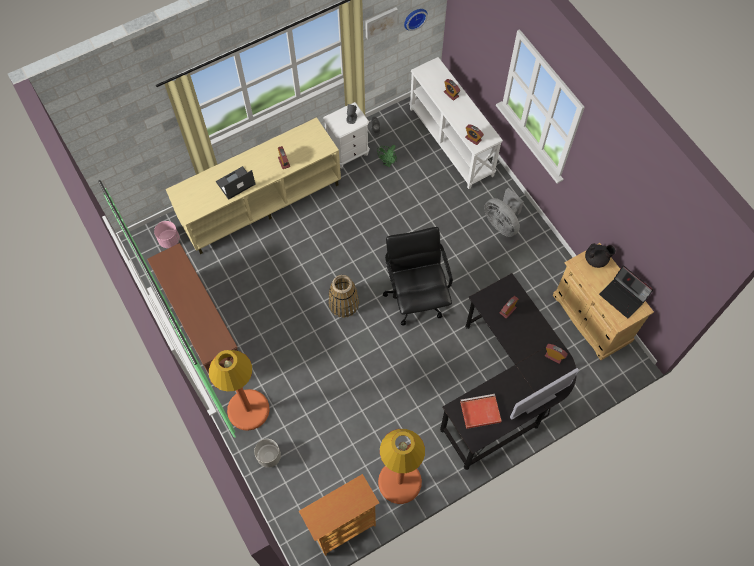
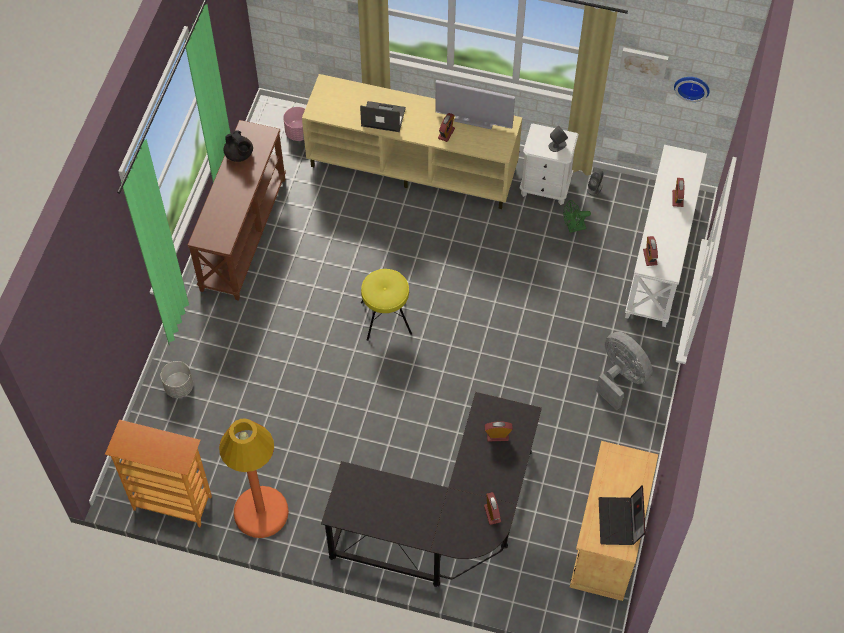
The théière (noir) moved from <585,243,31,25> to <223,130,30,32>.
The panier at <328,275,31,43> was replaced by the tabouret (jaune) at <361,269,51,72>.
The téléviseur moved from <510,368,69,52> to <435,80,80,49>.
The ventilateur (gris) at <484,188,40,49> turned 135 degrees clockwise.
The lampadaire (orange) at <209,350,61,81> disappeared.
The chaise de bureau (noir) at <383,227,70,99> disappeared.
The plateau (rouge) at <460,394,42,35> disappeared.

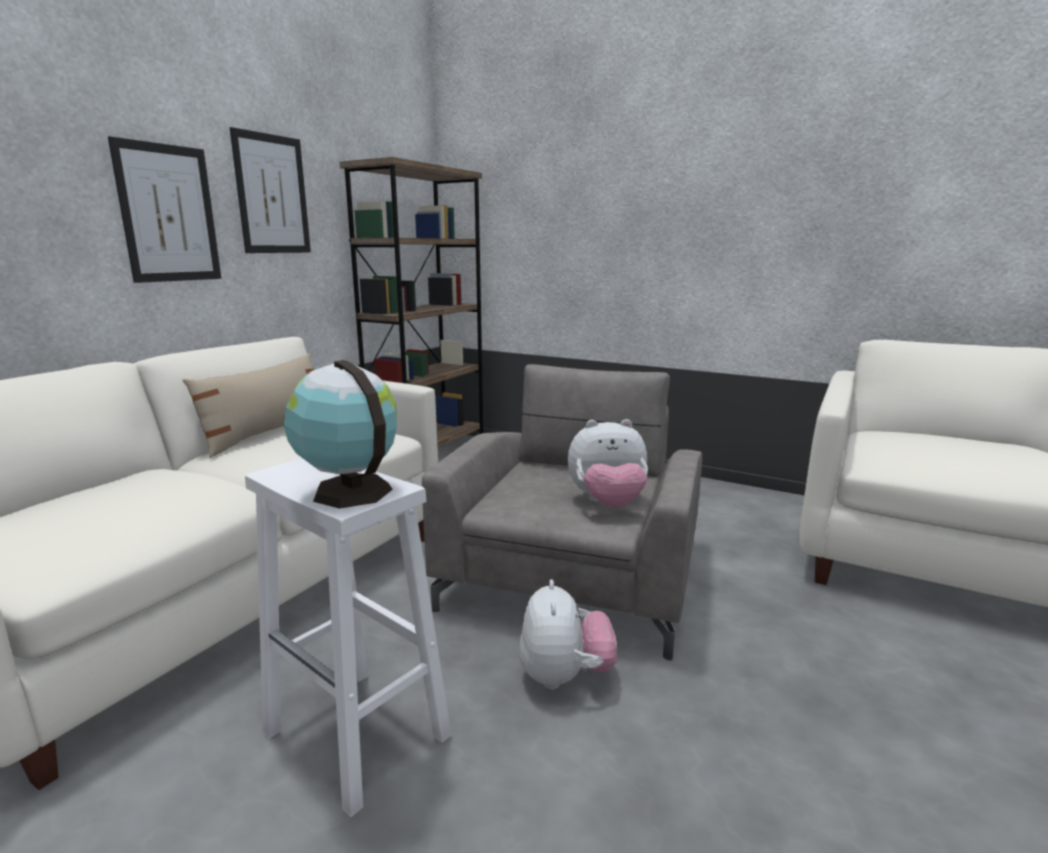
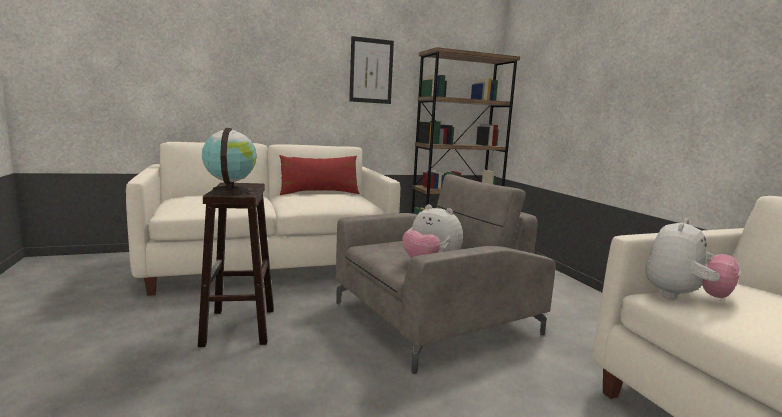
The tabouret (blanc) at <245,458,206,359> became the tabouret (marron) at <198,183,76,164>.
The coussin (beige) at <183,353,131,105> became the coussin (rouge) at <279,155,81,40>.
The peluche moved from <519,579,98,111> to <645,218,95,81>.
The tableau at <108,136,113,147> disappeared.

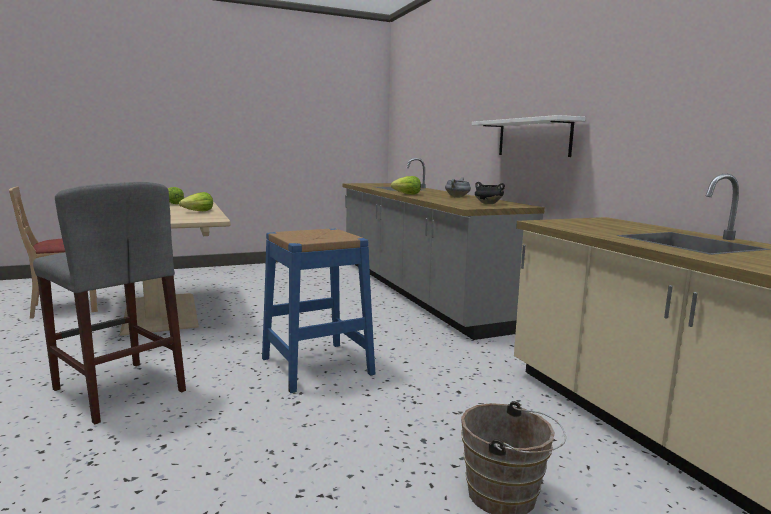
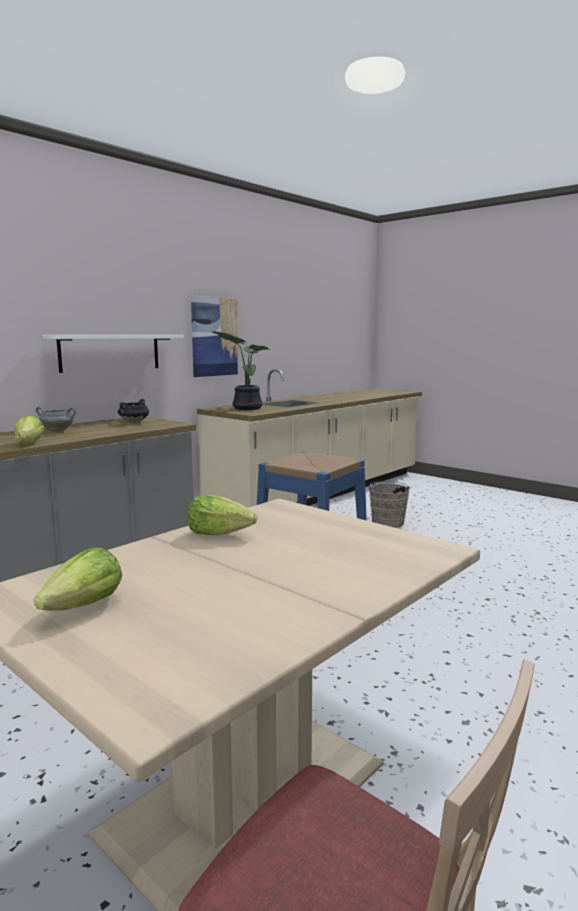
The tableau at <191,296,48,81> appeared.
The plante en pot at <212,331,57,79> appeared.
The tabouret (gris) at <33,182,153,243> disappeared.

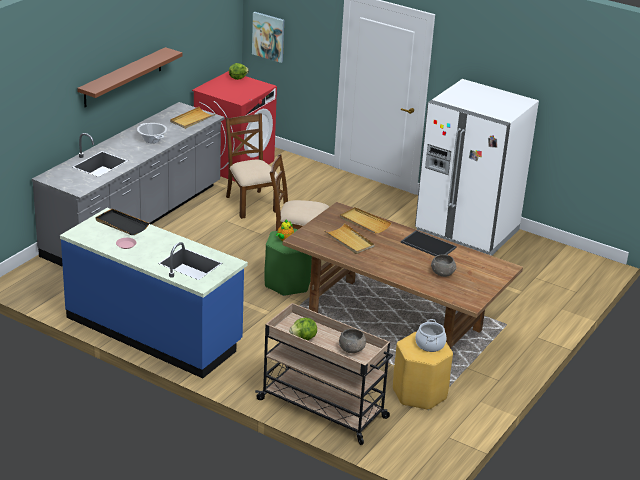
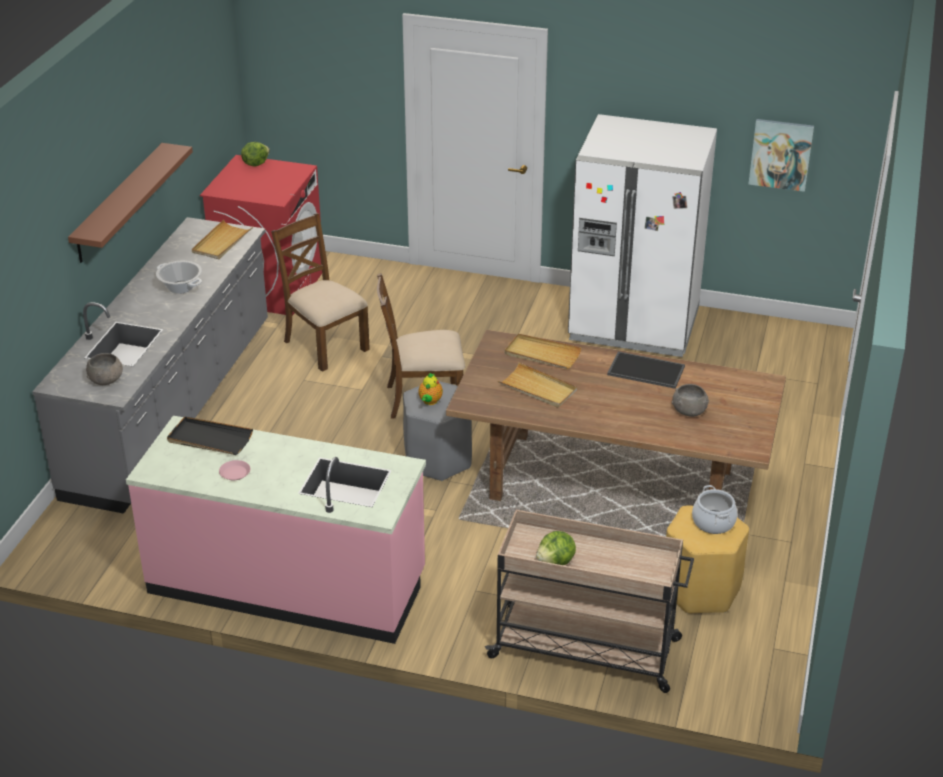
The bol (gris) moved from <339,329,27,24> to <86,353,37,32>.
The comptoir de cuisine (bleu) at <60,208,188,170> became the comptoir de cuisine (rose) at <126,416,300,228>.
The tabouret (vert) at <265,228,47,68> became the tabouret (gris) at <403,381,69,100>.
The tableau moved from <252,12,32,51> to <748,119,66,73>.

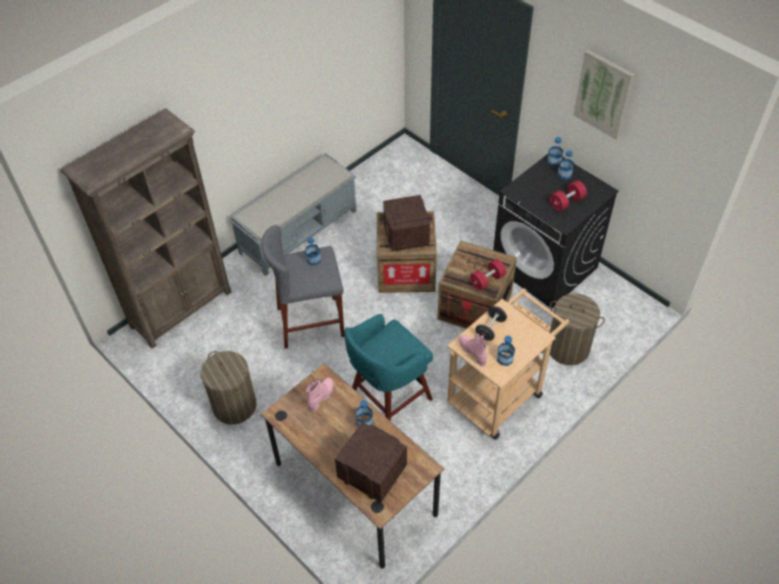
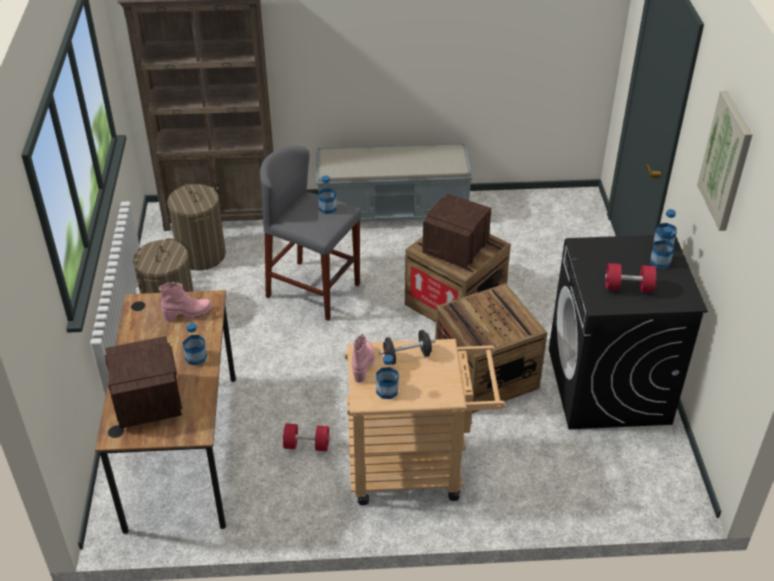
The panier à linge moved from <550,293,55,72> to <167,184,59,87>.
The haltère (rouge) moved from <470,259,36,31> to <283,424,47,27>.
The tabouret (turquoise) at <344,314,89,107> disappeared.

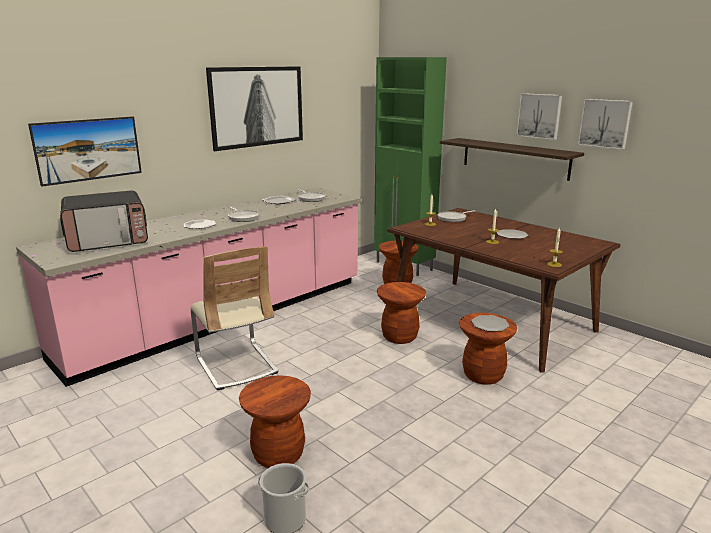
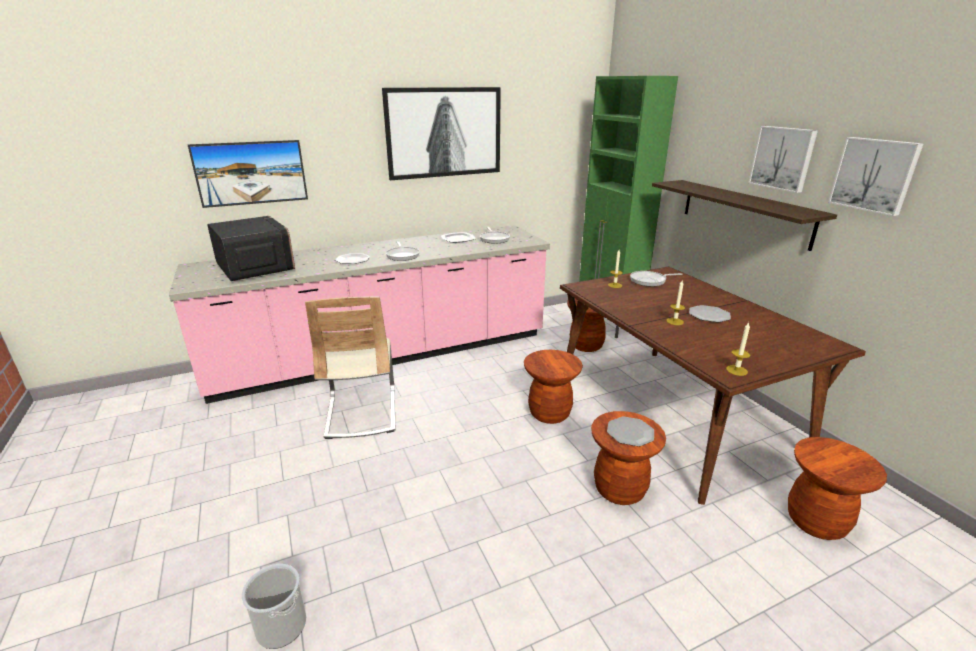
The micro-ondes at <60,190,88,62> turned 120 degrees counterclockwise.
The tabouret (marron) moved from <239,375,72,93> to <788,437,99,103>.

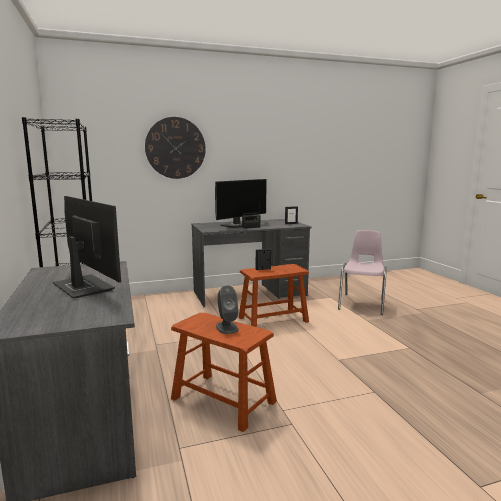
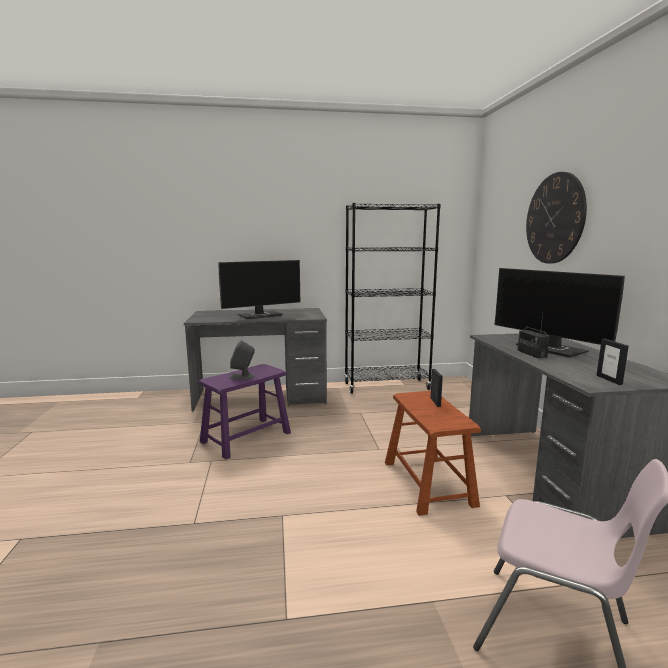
The tabouret (marron) at <171,313,106,119> became the tabouret (violet) at <198,364,93,95>.

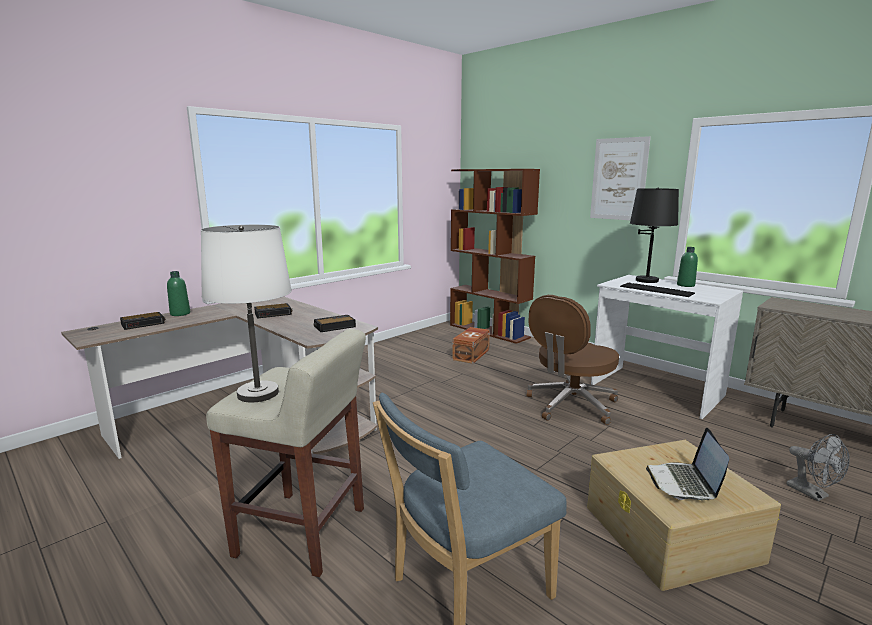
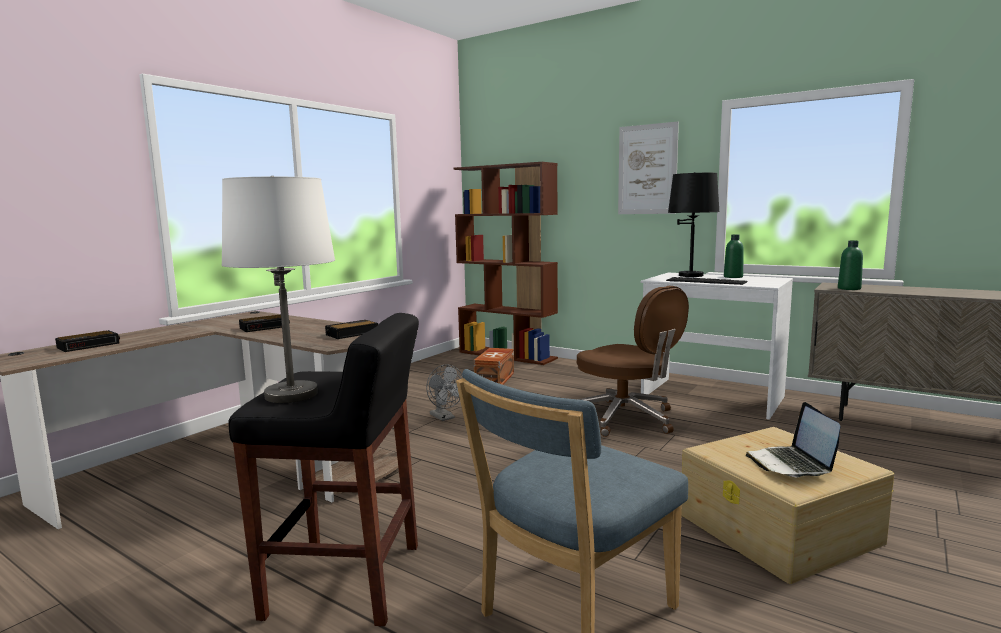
The tabouret (beige) at <206,329,160,248> became the tabouret (noir) at <228,313,191,314>.
The ventilateur (gris) moved from <786,434,64,67> to <426,364,37,57>.
The chaise de bureau (marron) at <526,295,93,130> turned 75 degrees counterclockwise.
The bouteille (vert) moved from <167,271,23,45> to <838,241,25,49>.

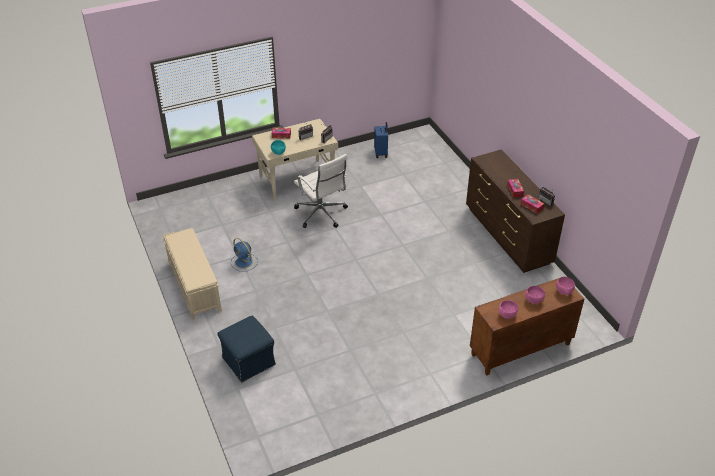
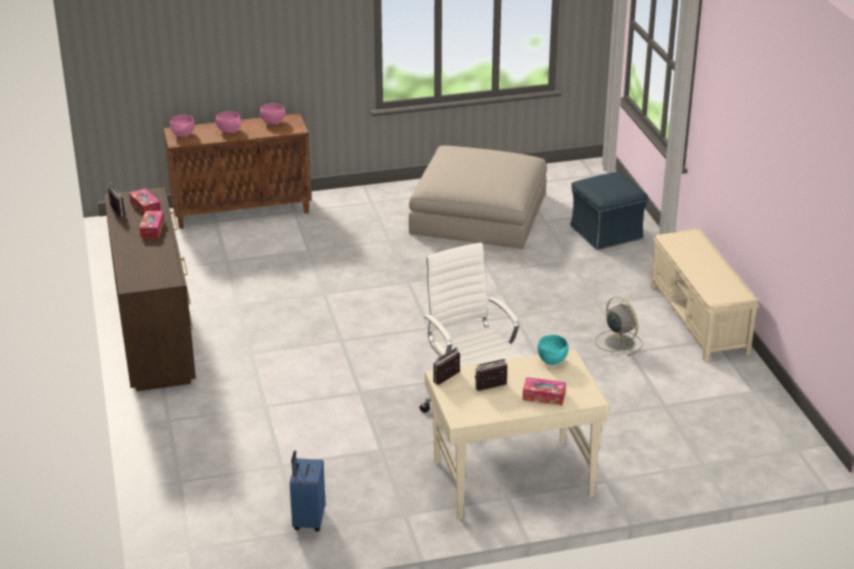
The pouf (beige) at <409,145,138,104> appeared.
The ventilateur (bleu) at <232,238,26,34> became the ventilateur (gris) at <595,297,47,59>.

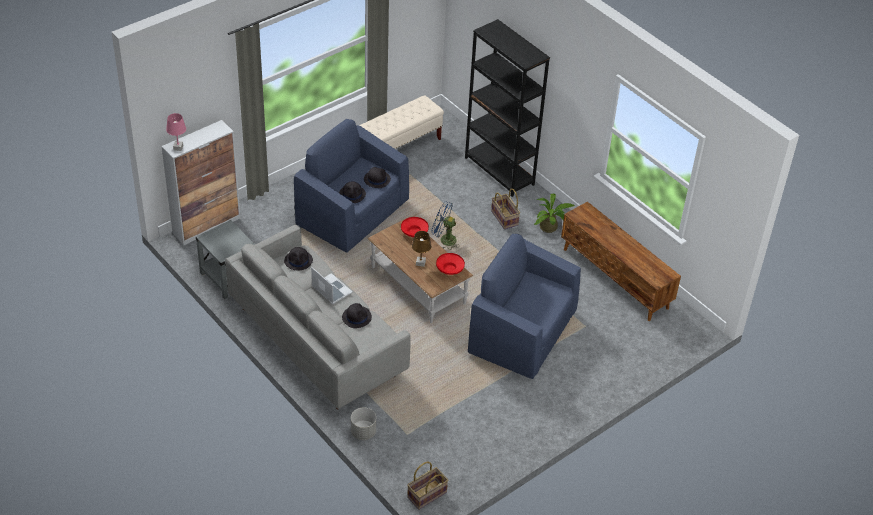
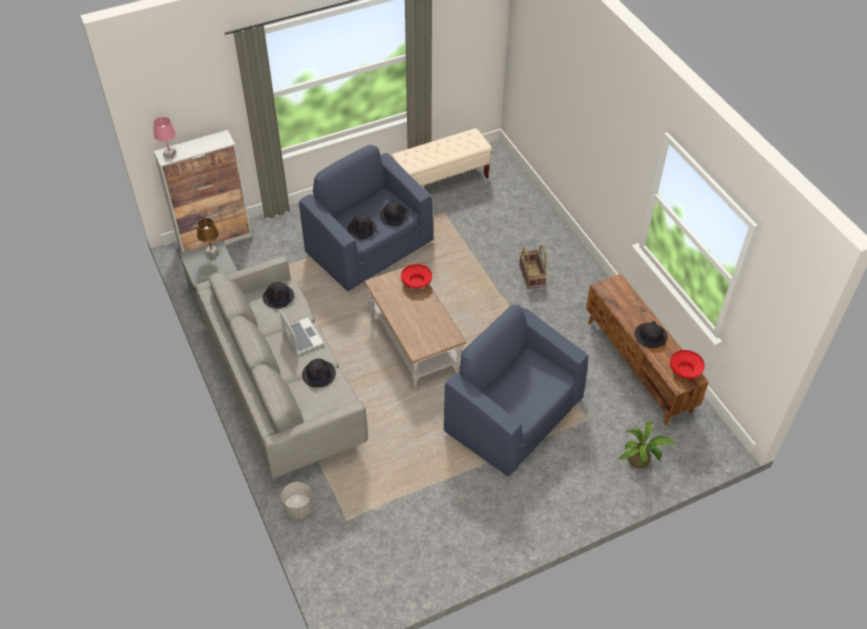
The lampe de table (marron) moved from <412,231,20,36> to <197,218,22,39>.
The plante en pot moved from <534,193,41,40> to <618,421,58,48>.
The chapeau (noir) at <635,321,32,27> appeared.
The bol (rouge) moved from <436,253,29,22> to <670,350,35,29>.
The panier at <407,462,41,48> disappeared.
The ventilateur (bleu) at <432,201,28,49> disappeared.
The bibliothèque (noir) at <465,19,85,178> disappeared.

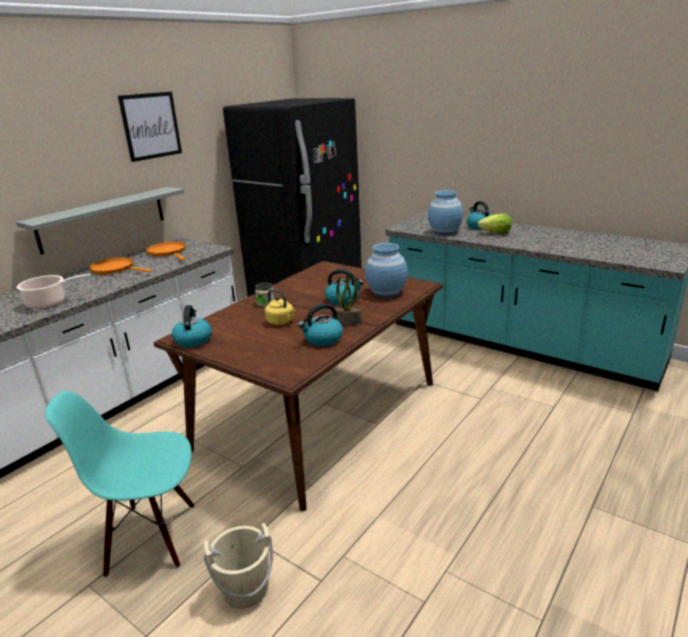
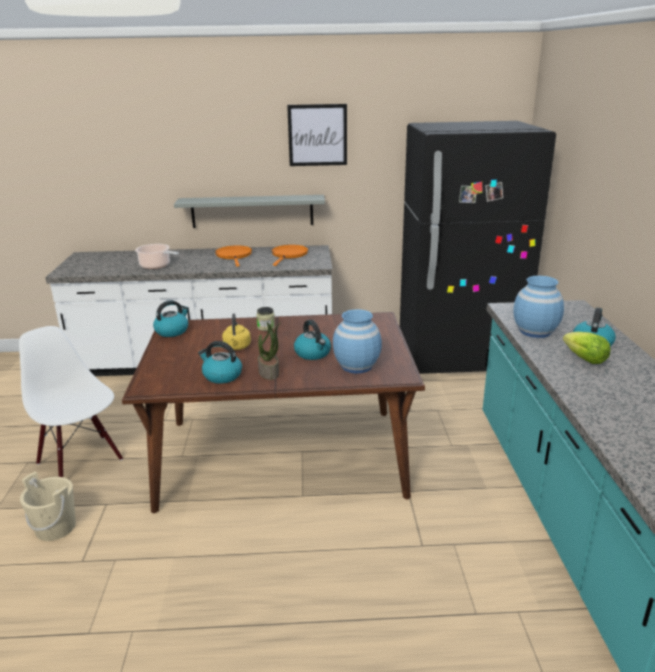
The chaise (turquoise) at <45,391,149,186> became the chaise (blanc) at <19,326,104,151>.

